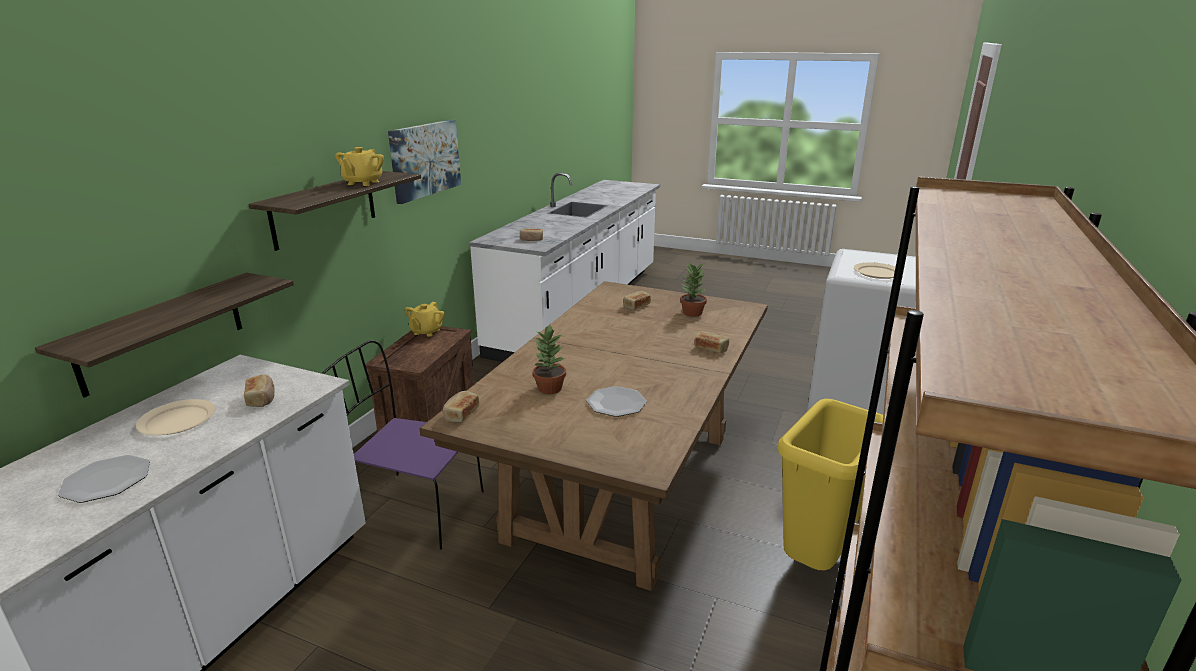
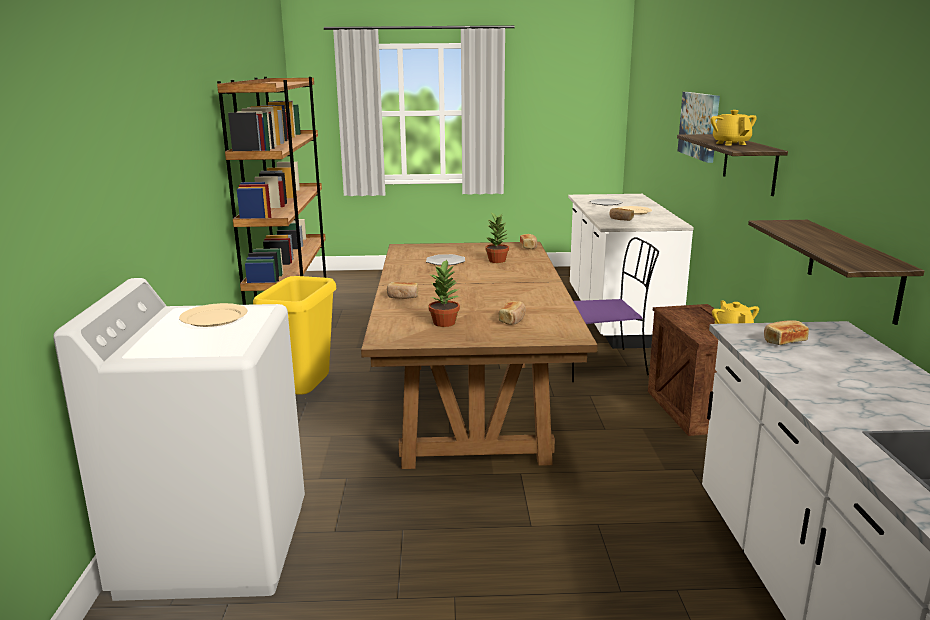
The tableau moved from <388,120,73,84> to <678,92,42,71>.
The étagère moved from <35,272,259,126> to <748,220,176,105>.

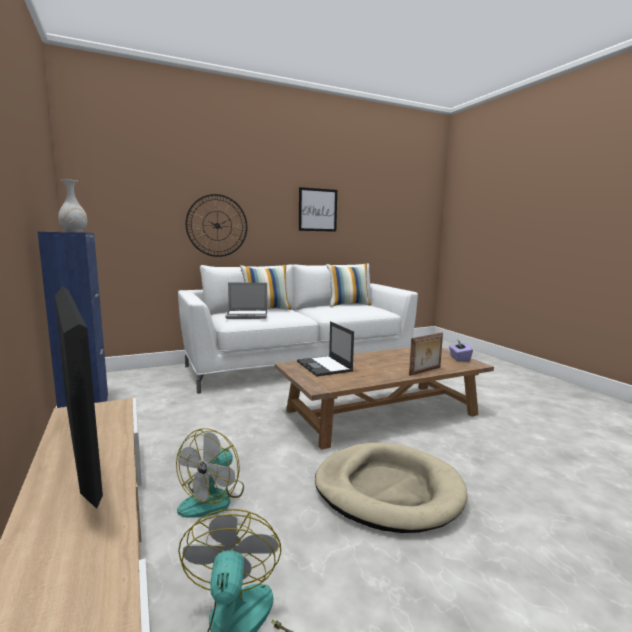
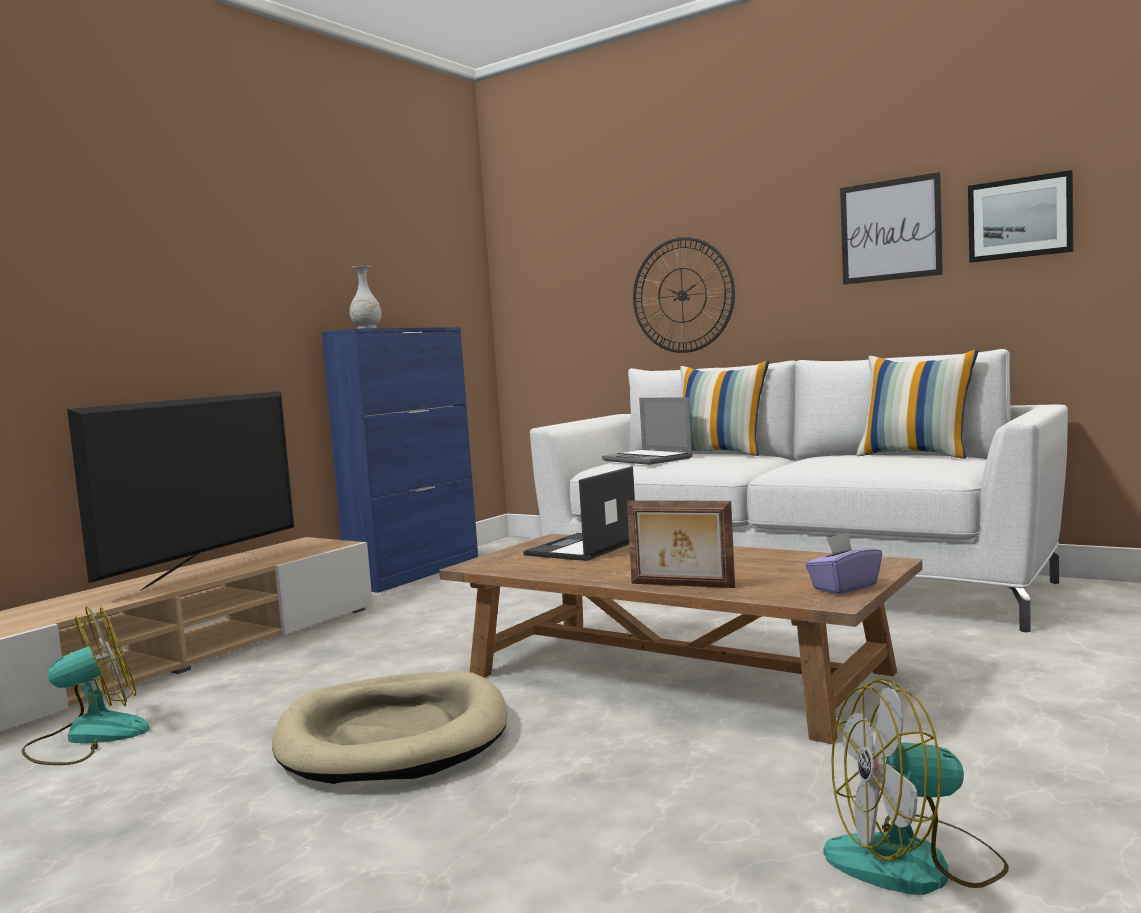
The ventilateur moved from <176,428,68,90> to <823,678,186,217>.
The tableau at <968,170,105,92> appeared.

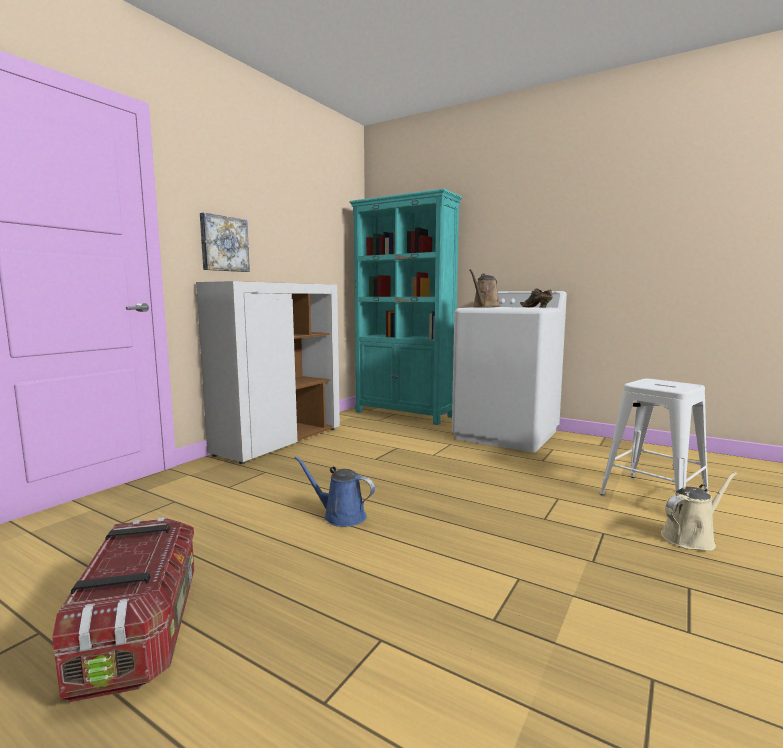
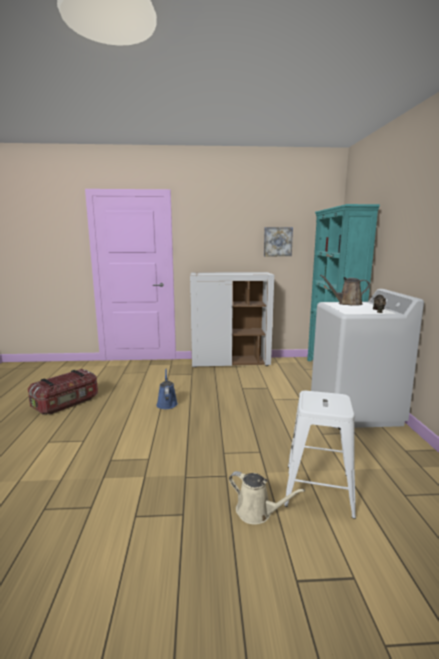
The tableau moved from <200,213,50,59> to <264,227,29,29>.

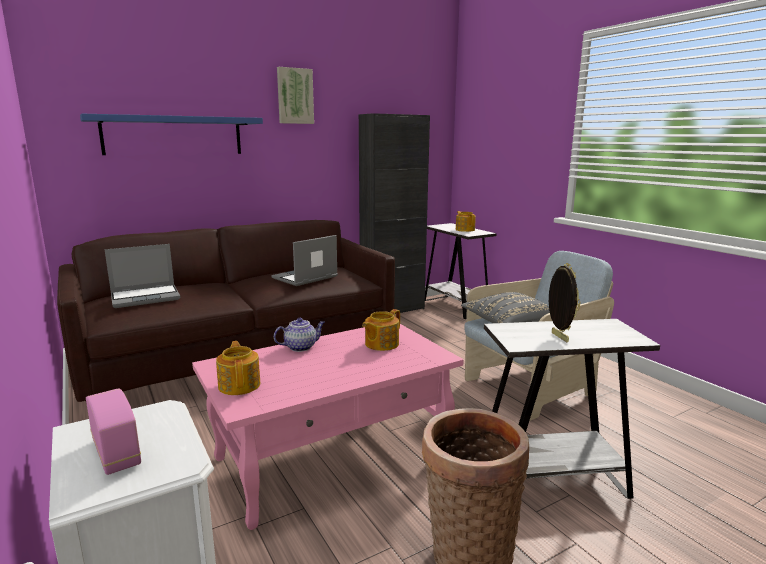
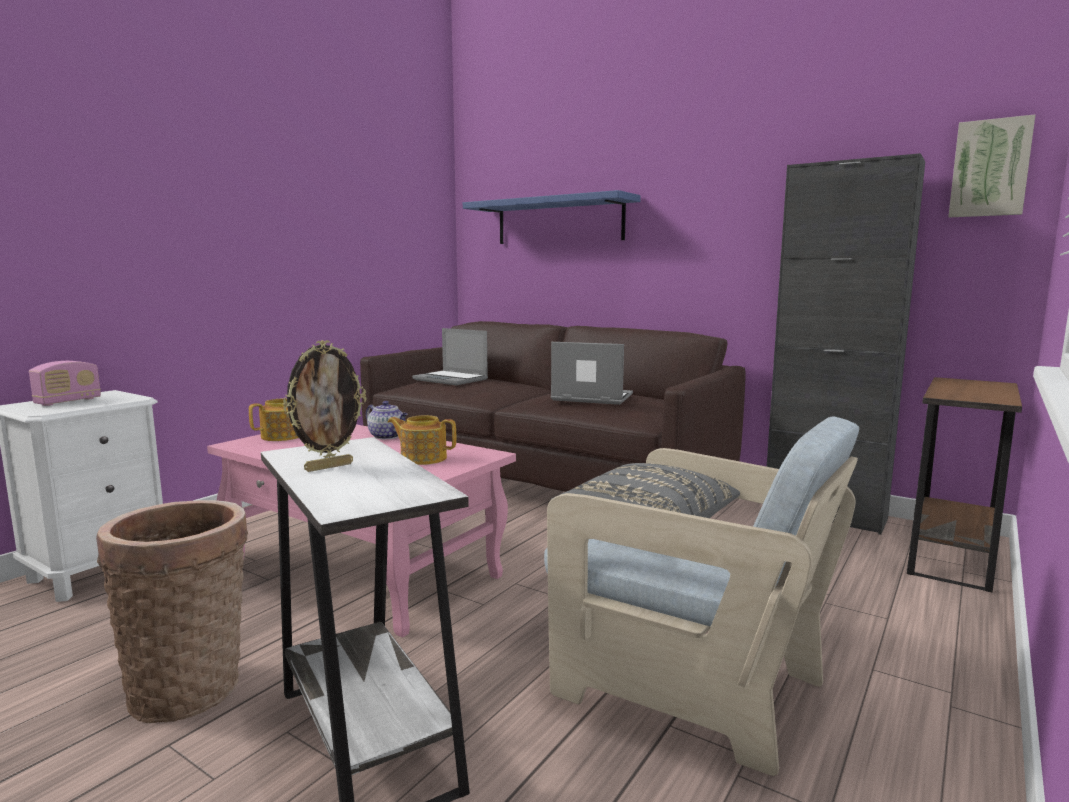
The table d'appoint (blanc) at <425,223,71,96> became the table d'appoint (marron) at <907,377,115,215>.
The tableau moved from <277,67,37,57> to <948,114,88,103>.
The théière at <456,211,20,21> disappeared.

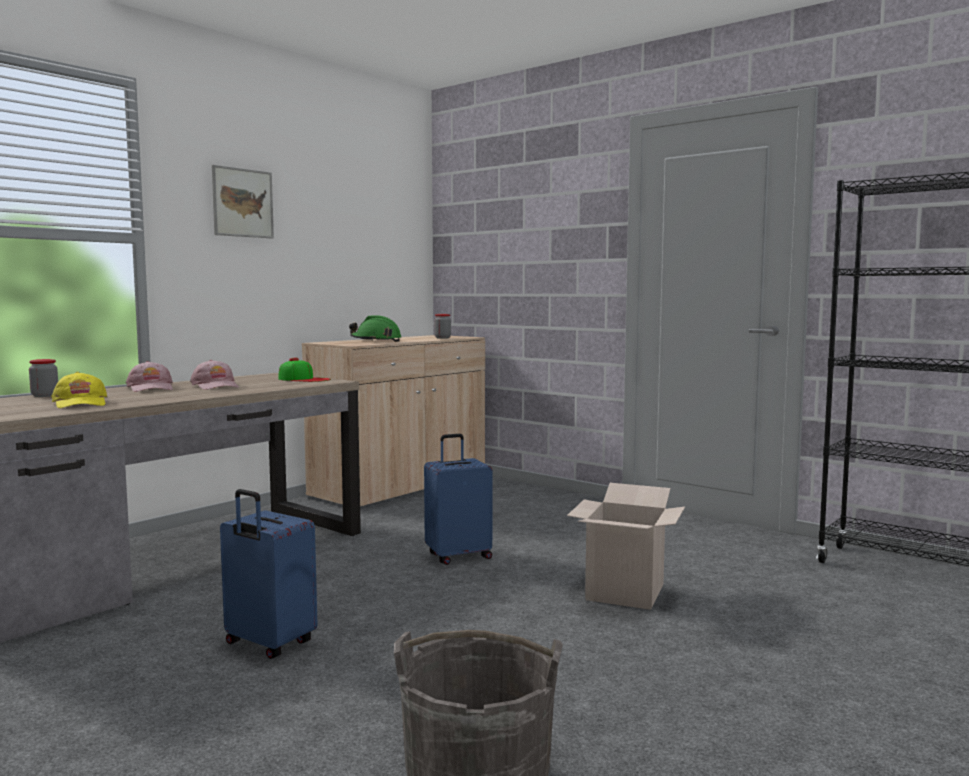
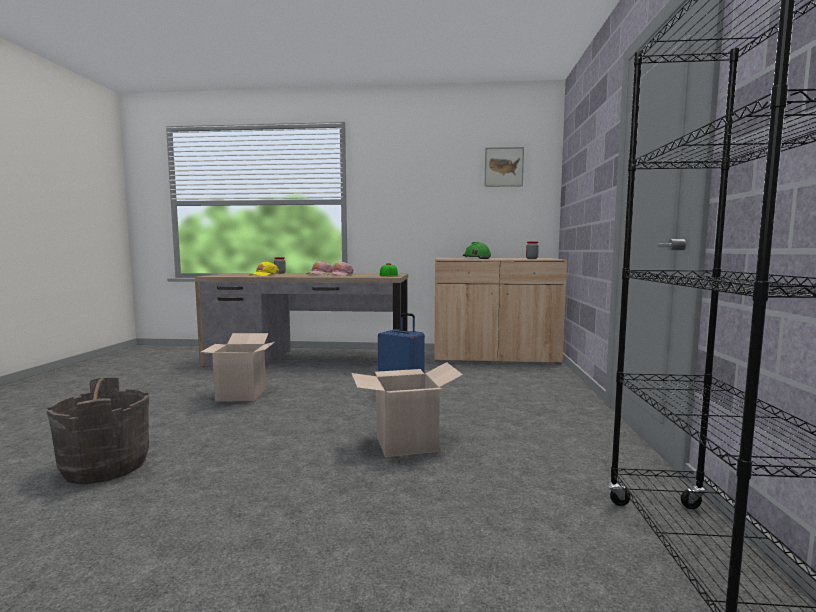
The valise (bleu) at <220,489,97,170> was replaced by the carton at <201,333,74,69>.
The tableau moved from <212,165,62,73> to <485,147,39,40>.

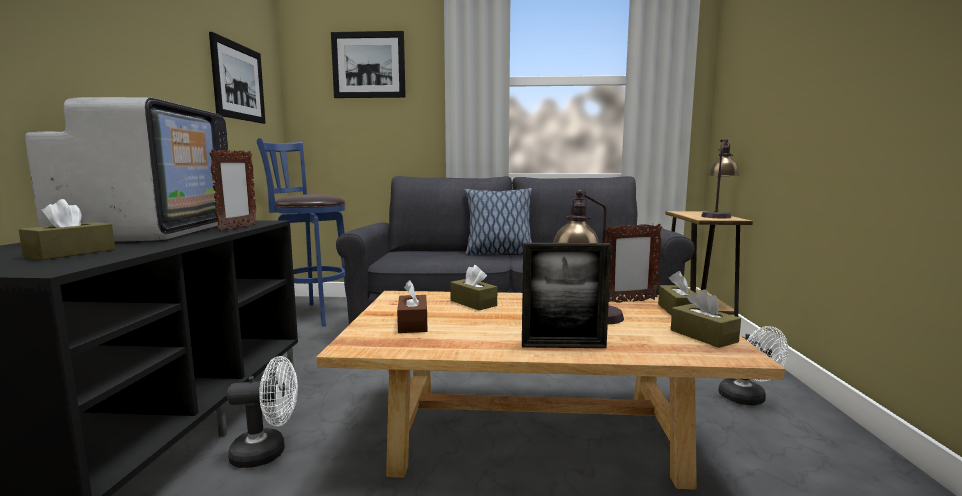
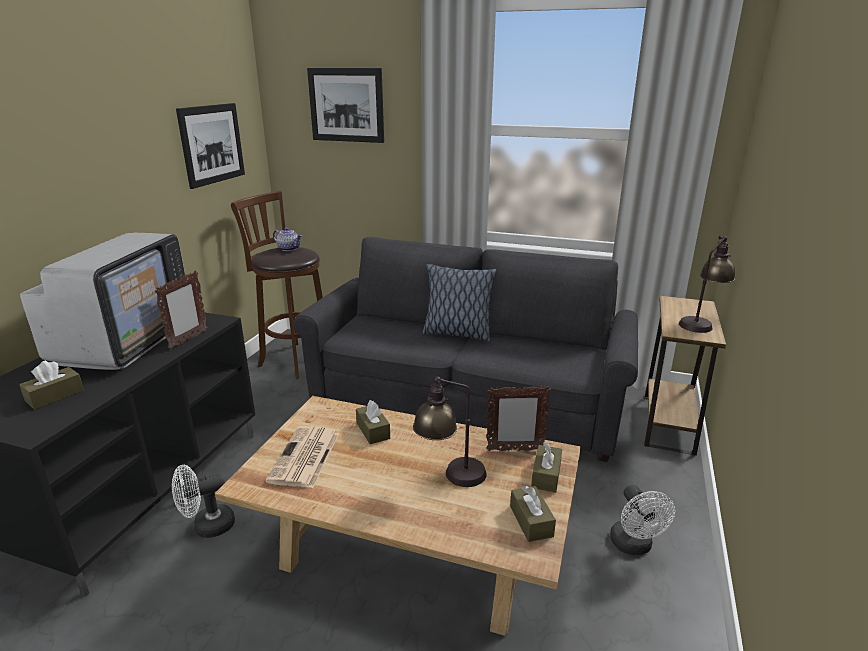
The ventilateur (blanc) at <227,356,71,112> turned 150 degrees clockwise.
The tabouret (bleu) at <257,138,90,189> became the tabouret (marron) at <231,190,92,189>.
The boîte à mouchoirs (marron) at <397,280,30,53> was replaced by the journal at <266,426,73,62>.
The théière at <273,228,29,23> appeared.
The cadre photo at <522,243,89,105> disappeared.

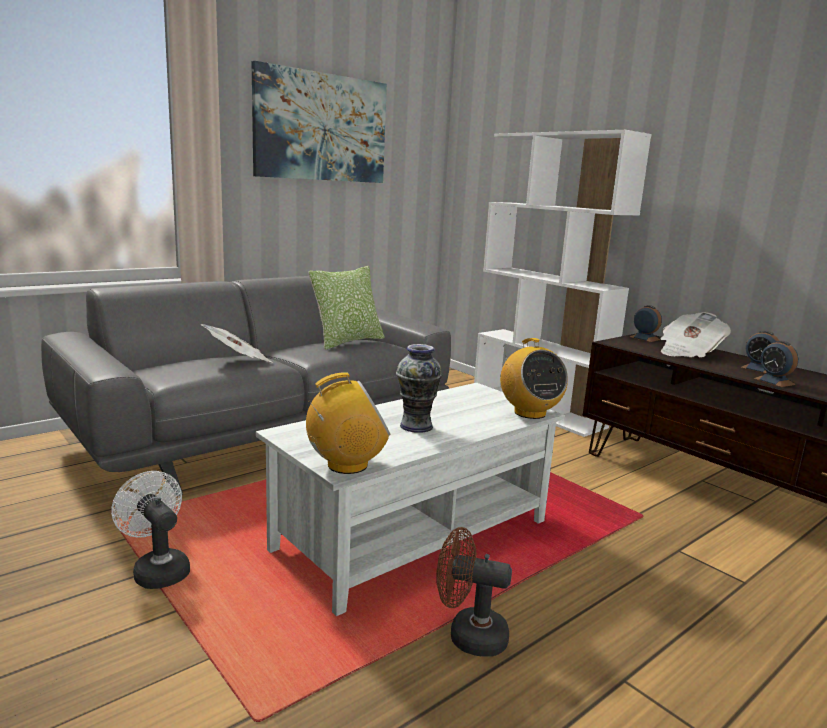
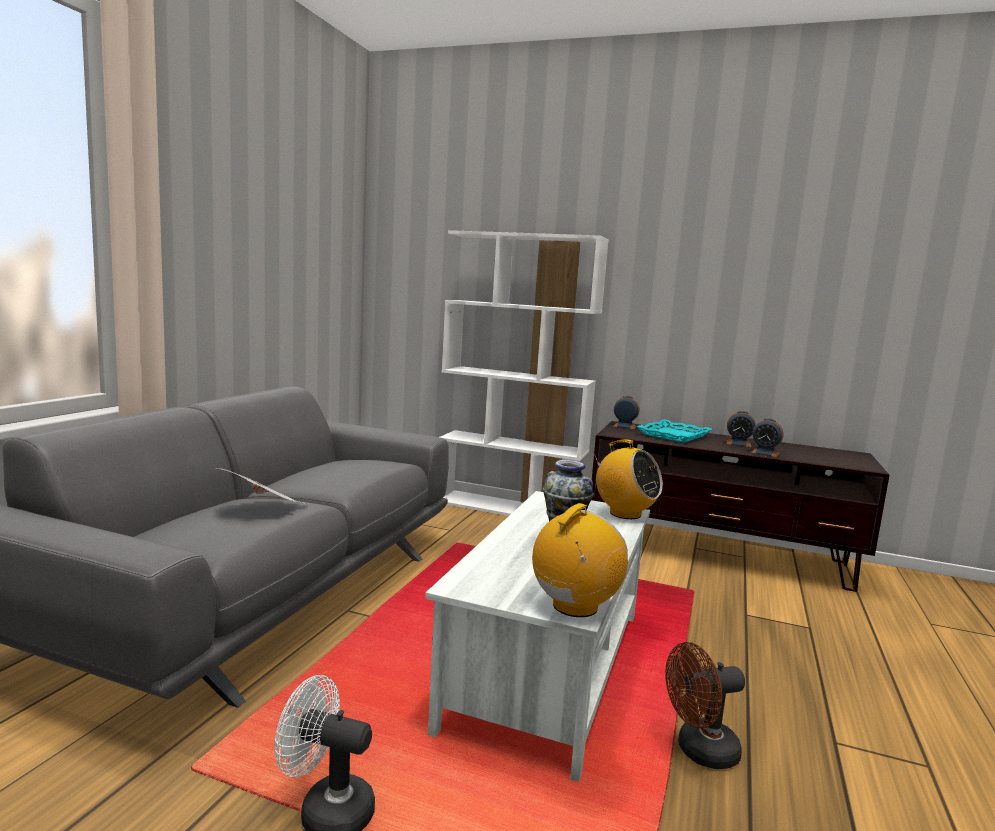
The journal at <660,312,71,45> was replaced by the plateau (turquoise) at <637,419,75,24>.
The tableau at <252,61,135,122> disappeared.
The coussin at <308,266,77,84> disappeared.

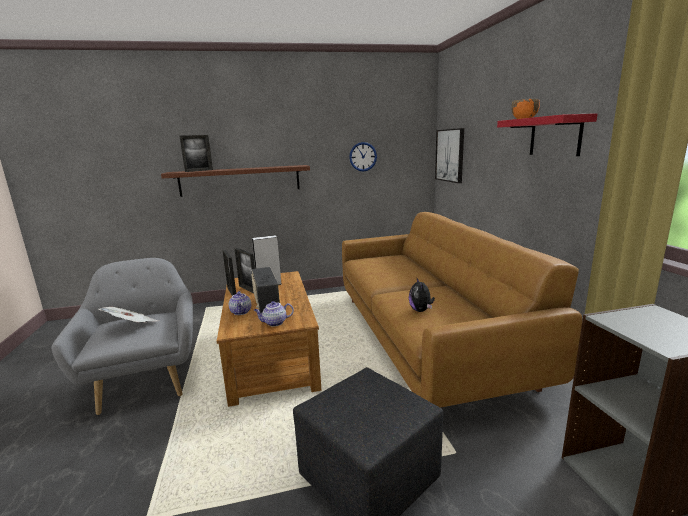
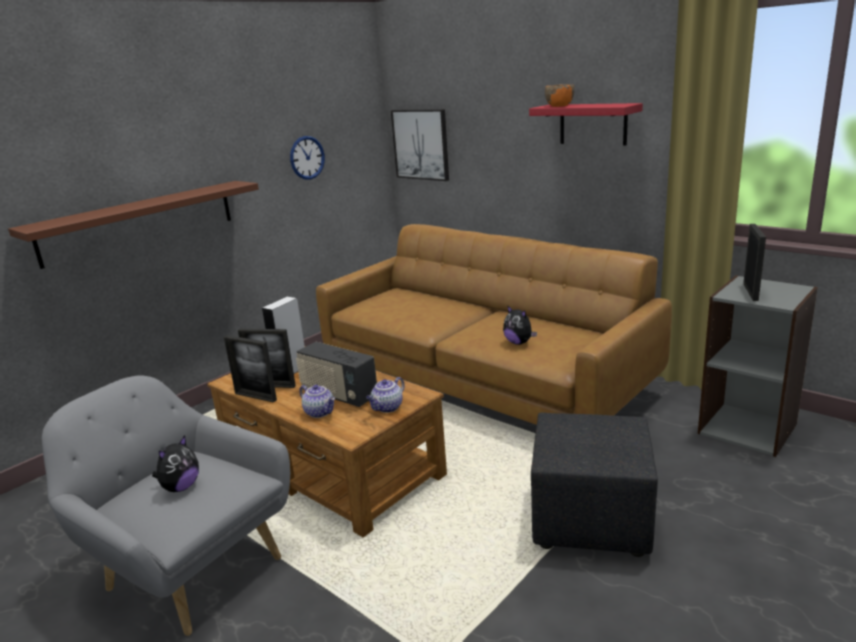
The journal at <98,307,61,16> was replaced by the peluche at <152,435,47,57>.
The cadre photo moved from <180,135,33,37> to <743,224,23,77>.

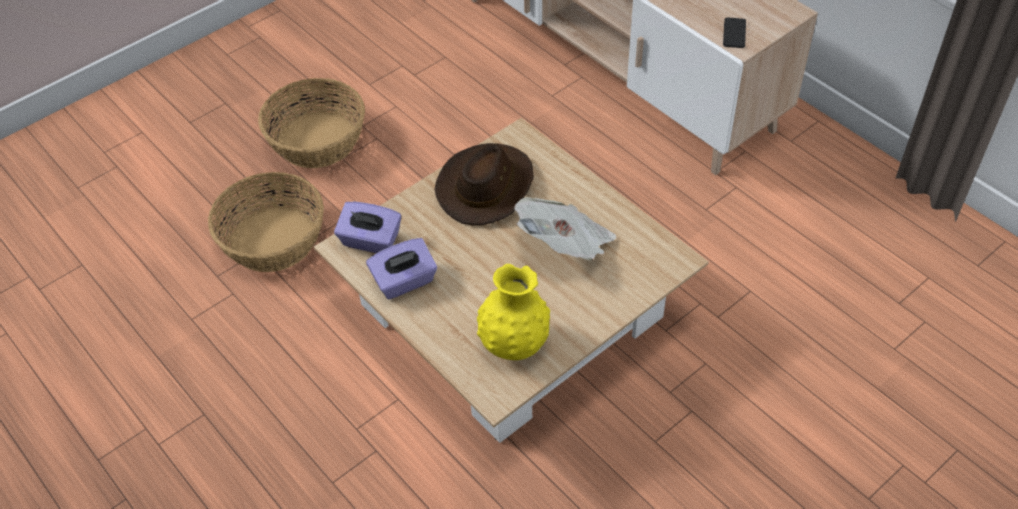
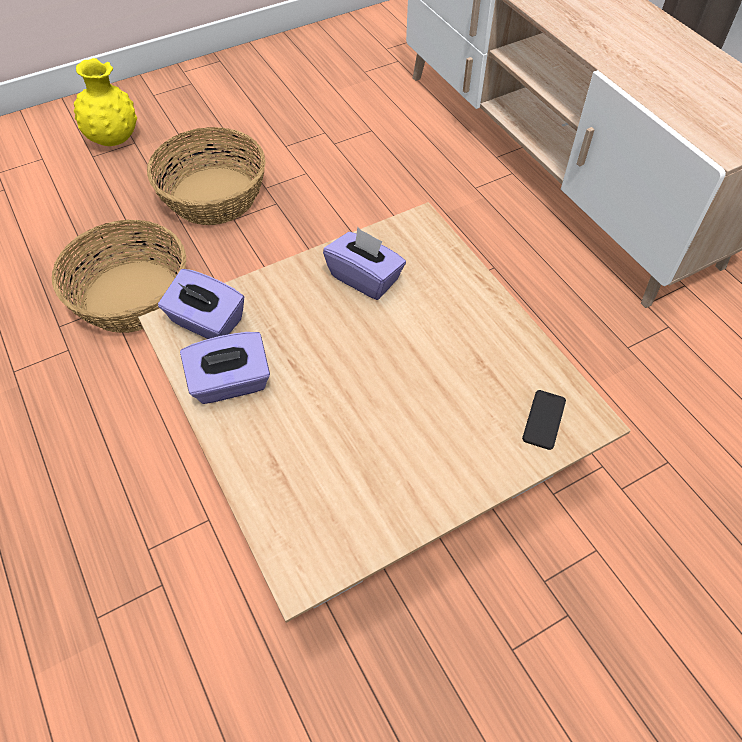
The vase (jaune) moved from <477,264,73,96> to <74,58,63,88>.
The chapeau (marron) at <435,143,99,82> was replaced by the boîte à mouchoirs (violet) at <323,227,83,73>.
The téléphone moved from <723,17,23,31> to <522,390,44,60>.
The journal at <514,197,103,63> disappeared.

